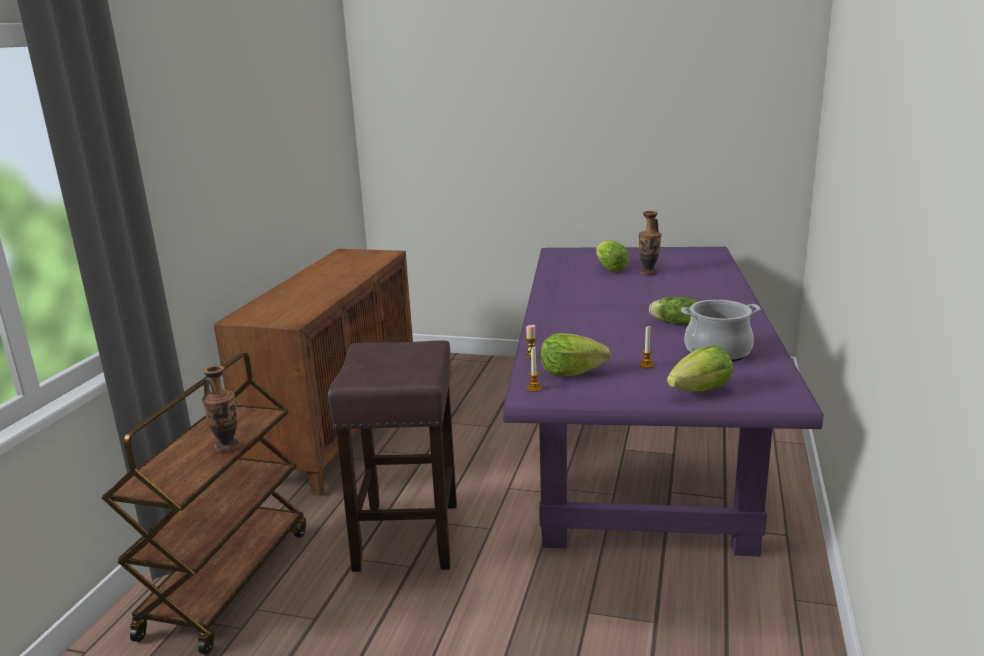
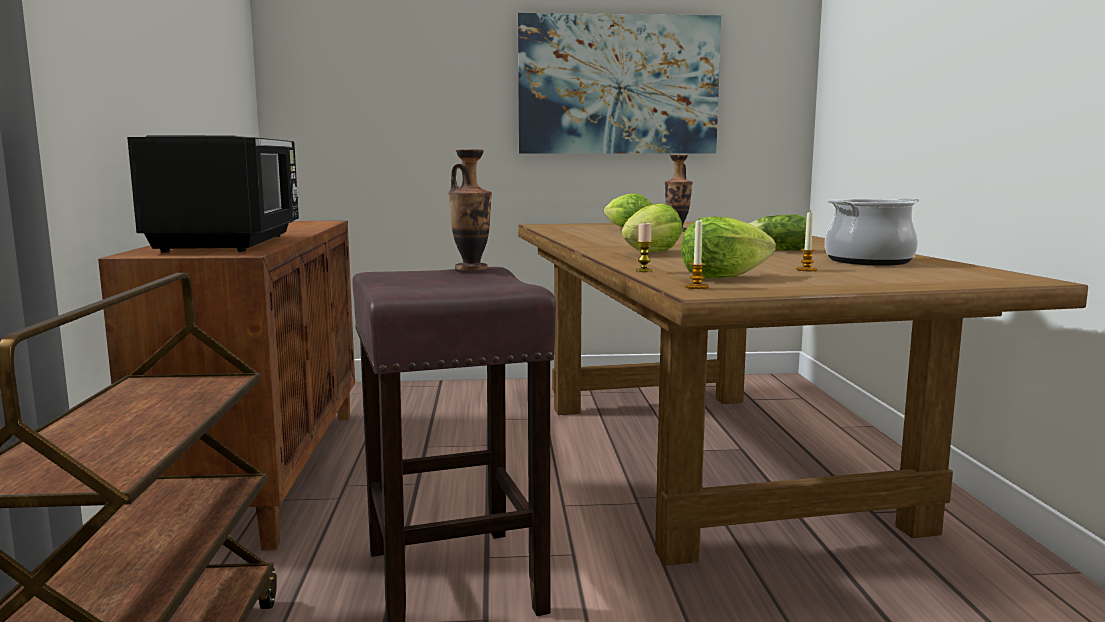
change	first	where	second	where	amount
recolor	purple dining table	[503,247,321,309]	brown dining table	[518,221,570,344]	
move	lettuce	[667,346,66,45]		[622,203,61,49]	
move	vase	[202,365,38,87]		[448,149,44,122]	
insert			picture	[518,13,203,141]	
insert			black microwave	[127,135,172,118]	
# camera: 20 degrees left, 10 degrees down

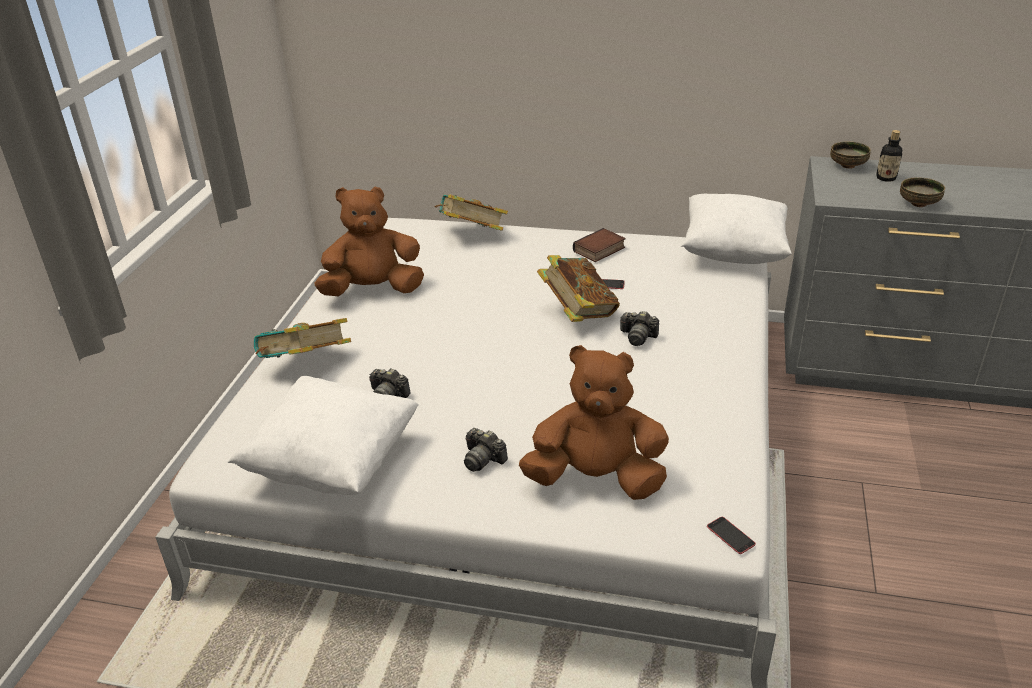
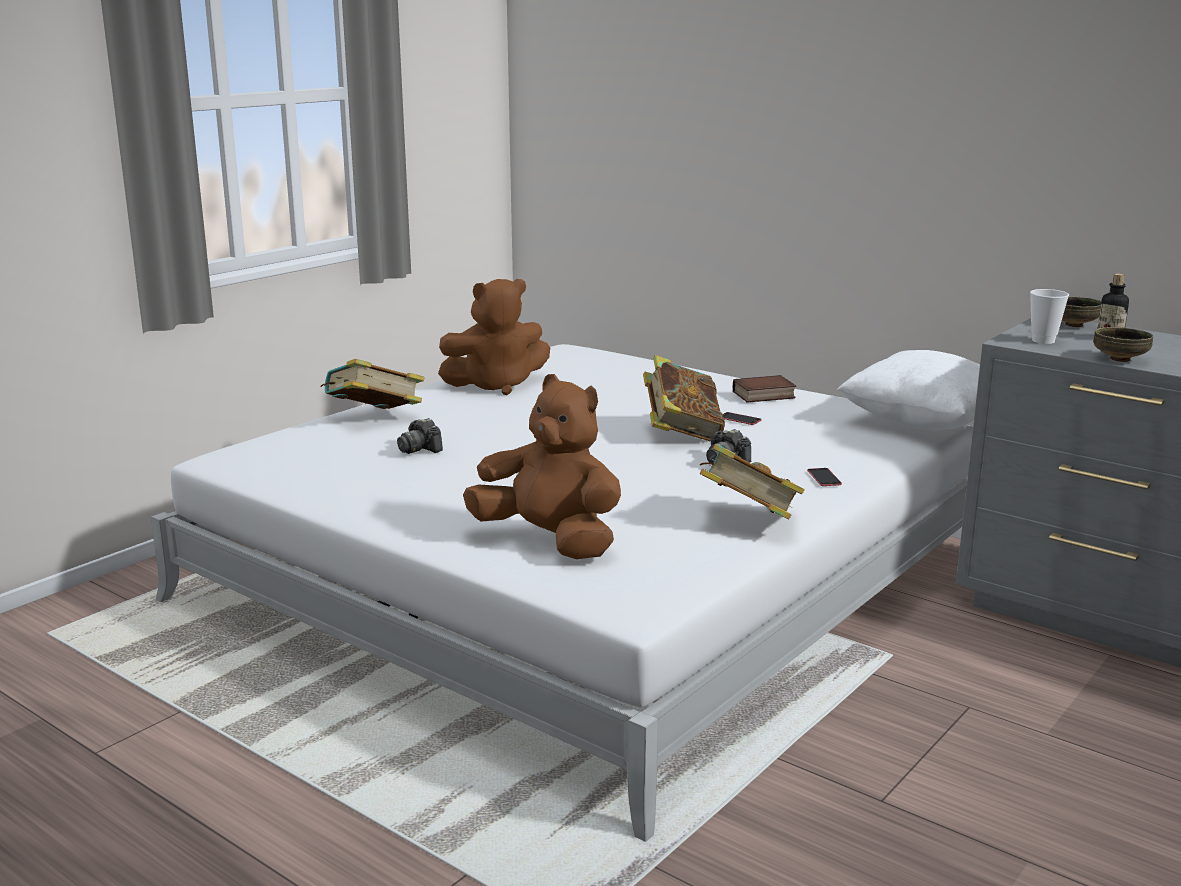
change	first	where	second	where	amount
rotate	brown plush toy	[315,186,109,110]		[438,279,112,116]	150 degrees clockwise
move	book	[435,194,73,37]		[700,444,105,76]	
delete	white pillow	[227,376,192,119]			
delete	photo camera	[464,428,44,44]			
move	phone	[707,517,49,37]		[807,468,35,18]	
insert			cup	[1030,289,39,55]	
# camera: 25 degrees right, 15 degrees down

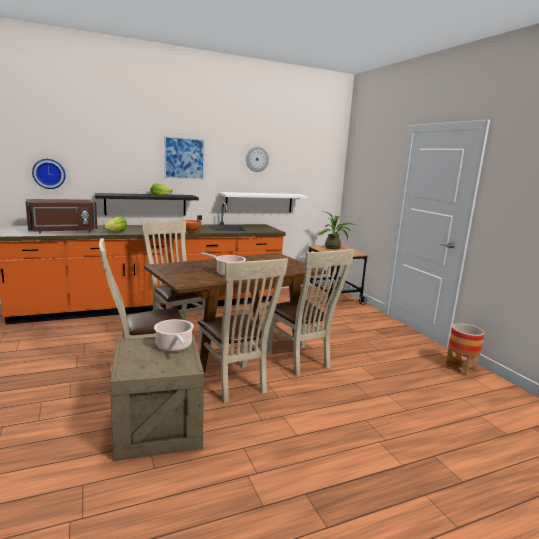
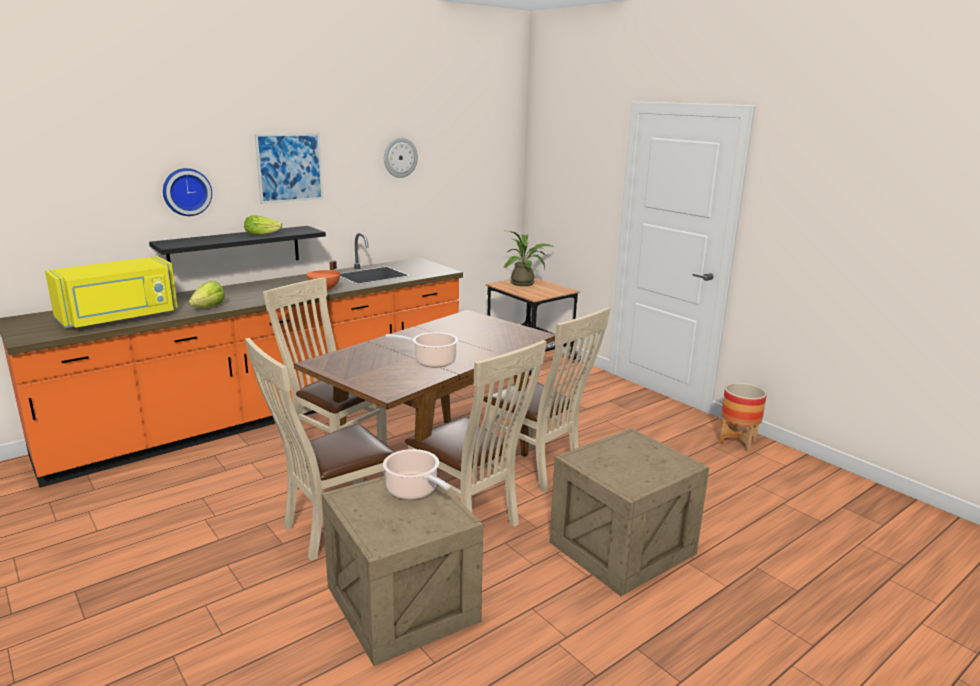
change	first	where	second	where	amount
move	wall clock	[32,159,33,30]		[163,168,49,48]	
delete	white shelf	[219,192,89,20]			
recolor	brown microwave	[26,199,72,34]	yellow microwave	[45,256,133,72]	
insert			crate	[550,428,159,168]	
# camera: 15 degrees left, 5 degrees up

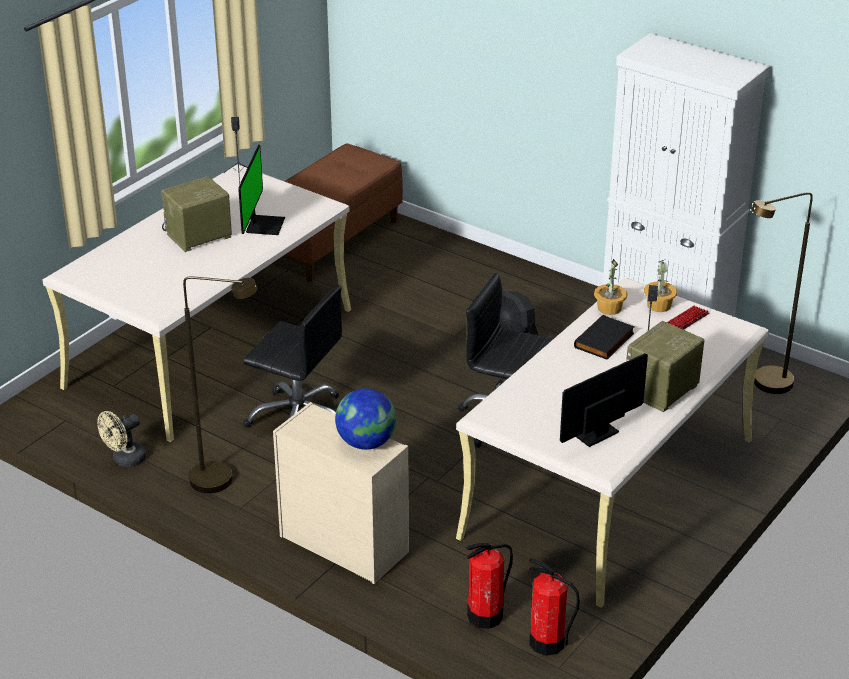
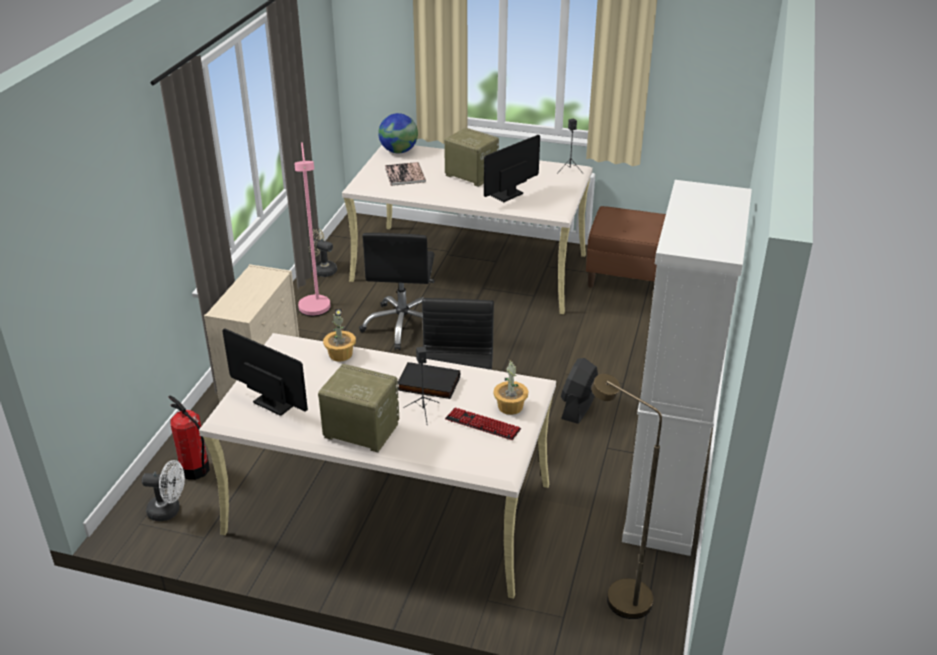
change	first	where	second	where	amount
rotate	monitor	[238,145,47,90]		[484,135,56,67]	150 degrees clockwise
move	potted plant	[594,259,33,56]		[323,309,33,53]	
recolor	brown floor lamp	[183,277,74,216]	pink floor lamp	[294,142,37,174]	
move	globe	[335,388,61,62]		[378,113,40,40]	
replace	fire extinguisher	[529,558,51,98]	white fan	[142,460,43,61]	
insert			book	[385,162,41,24]	
# camera: 70 degrees right, 0 degrees up

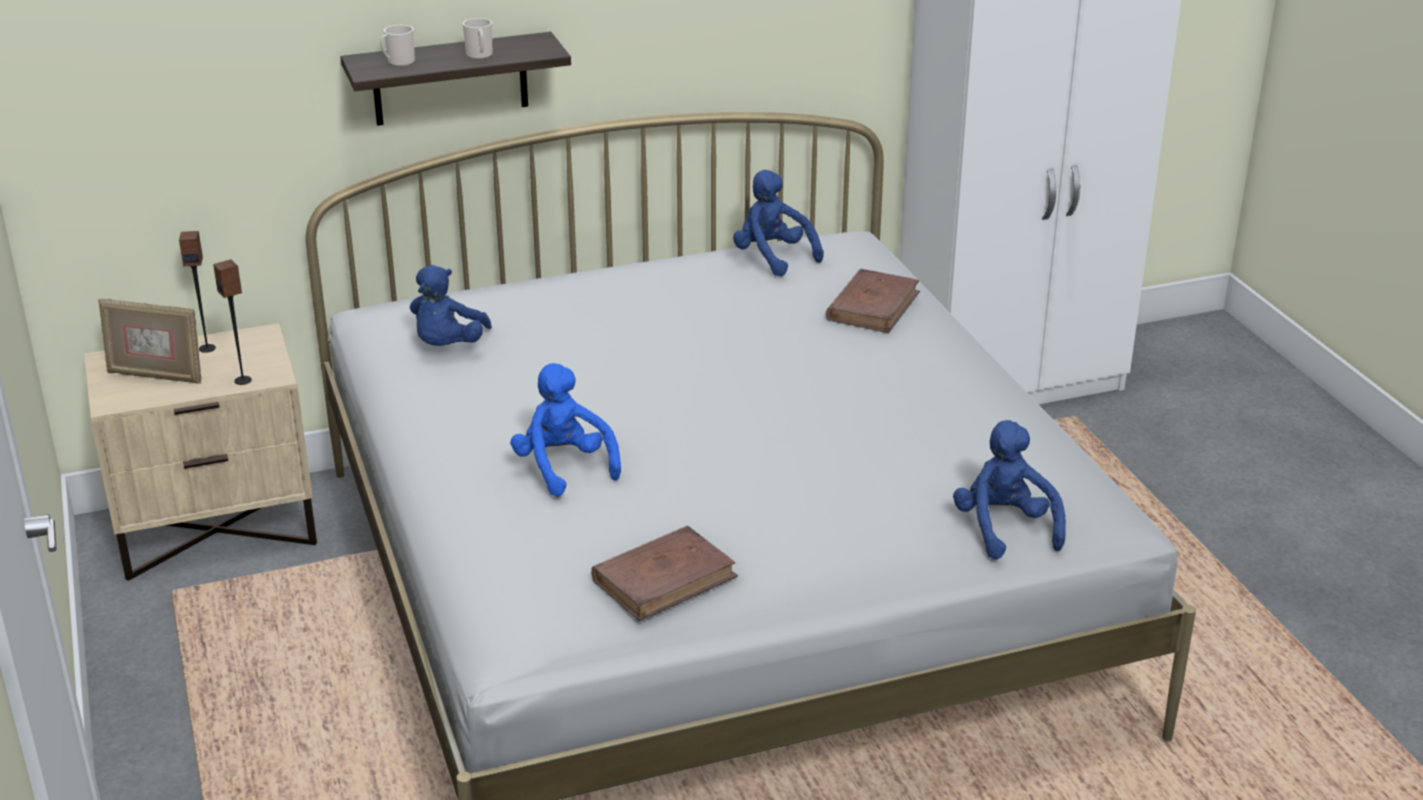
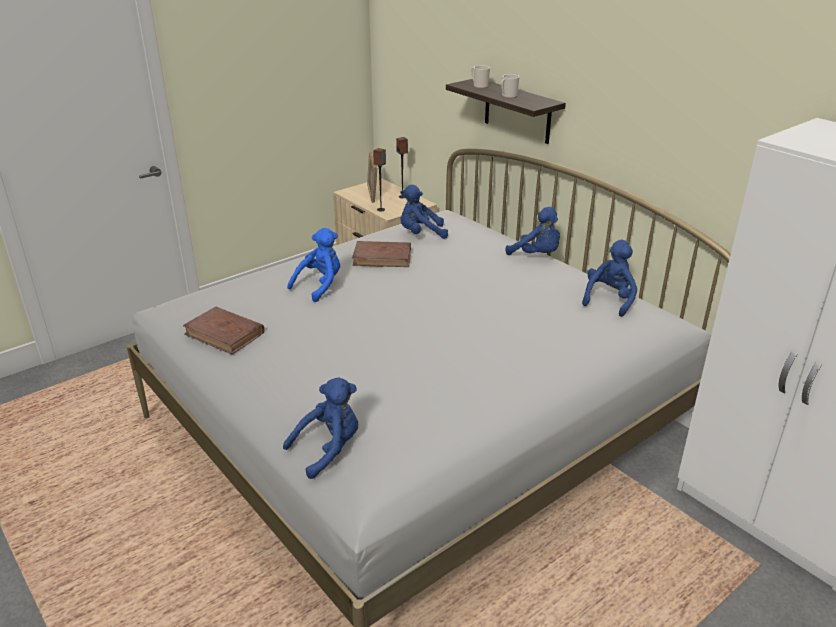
change	first	where	second	where	amount
move	brown book	[826,269,94,64]		[352,241,59,26]	
insert			blue plush toy	[506,207,54,48]	
# camera: 70 degrees right, 0 degrees up

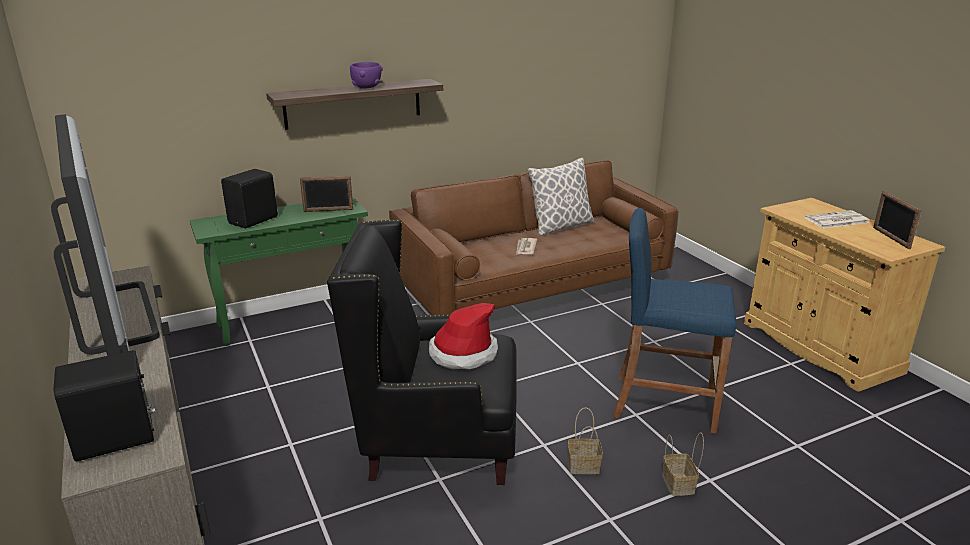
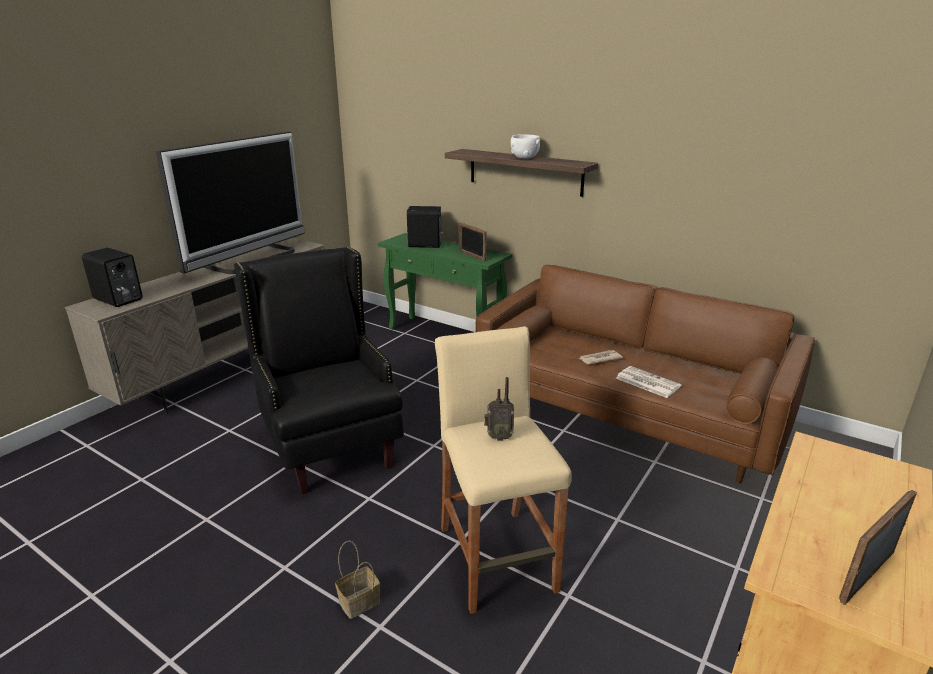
change	first	where	second	where	amount
recolor	purple bowl	[350,62,33,27]	white bowl	[511,134,29,24]	
delete	pillow	[527,158,67,78]			
recolor	blue stool	[613,208,123,225]	beige stool	[435,326,137,288]	
move	newspaper	[804,210,65,18]		[616,366,65,32]	
delete	hat	[429,303,69,67]			
delete	basket	[568,407,35,67]			
insert			radio	[484,377,30,64]	
# camera: 60 degrees right, 0 degrees up

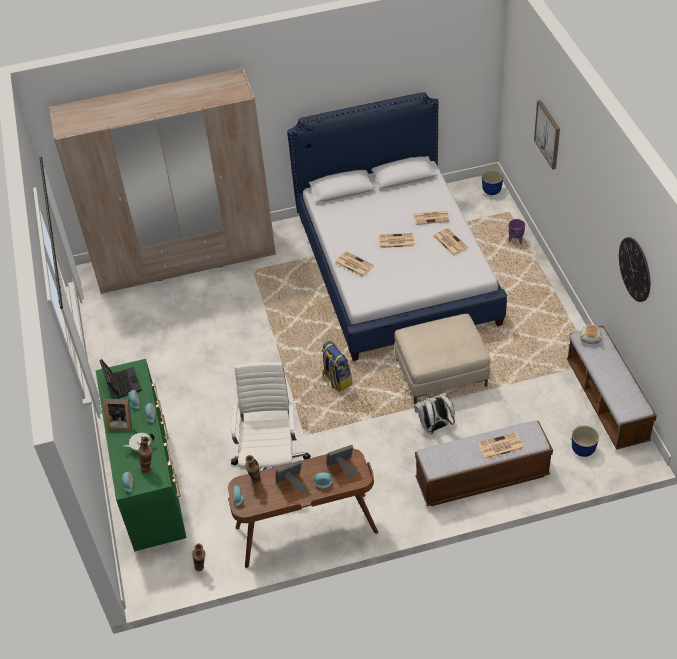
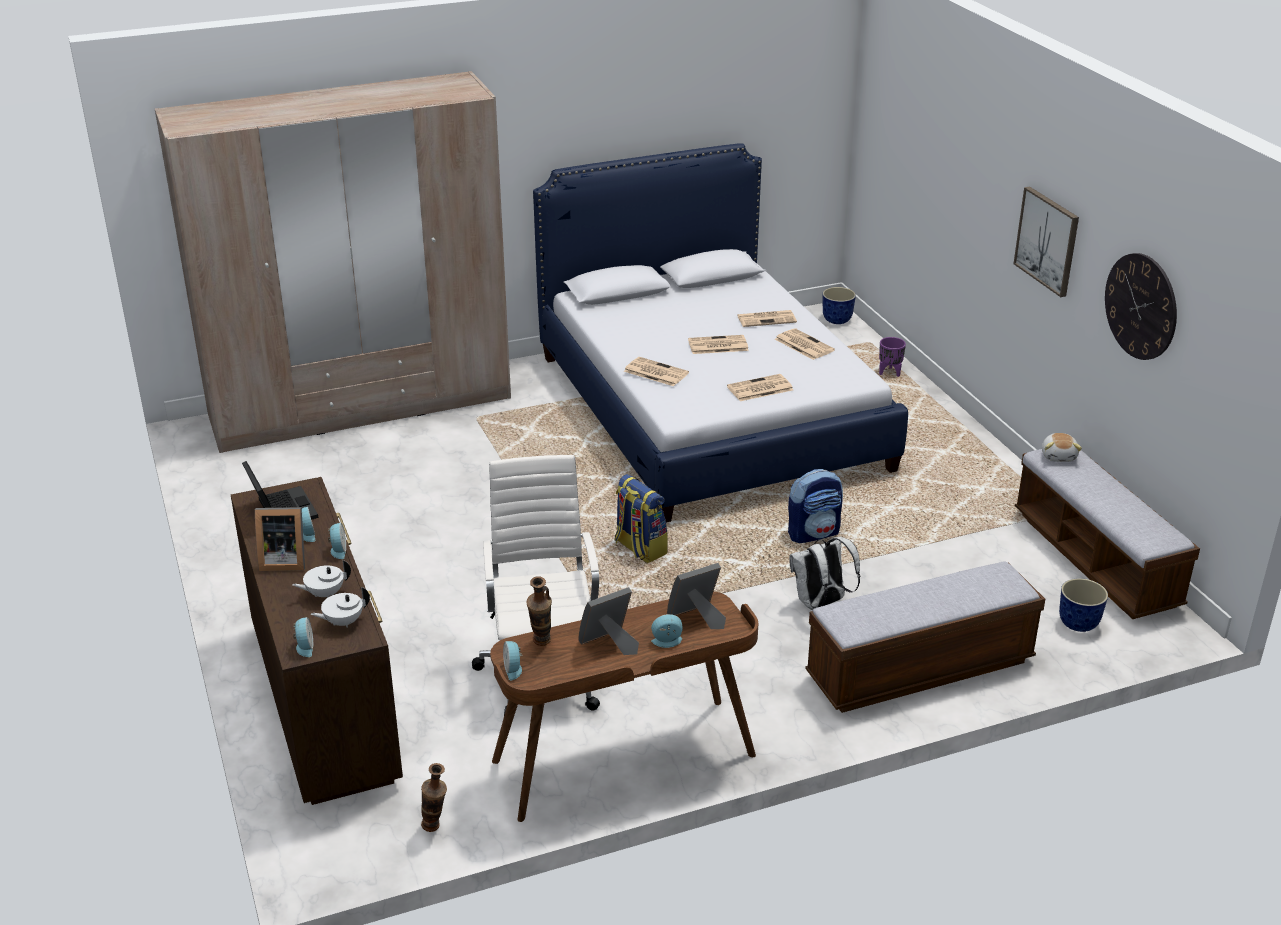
change	first	where	second	where	amount
move	picture	[534,100,26,70]		[1013,186,66,111]	
replace	beige ottoman	[394,314,96,90]	backpack	[788,469,55,74]	
recolor	green dresser	[96,359,91,192]	brown dresser	[231,477,172,328]	
move	newspaper	[478,432,46,28]		[727,374,66,27]	
replace	vase	[138,437,14,36]	white teapot	[311,587,59,40]	
# camera: 10 degrees left, 15 degrees down

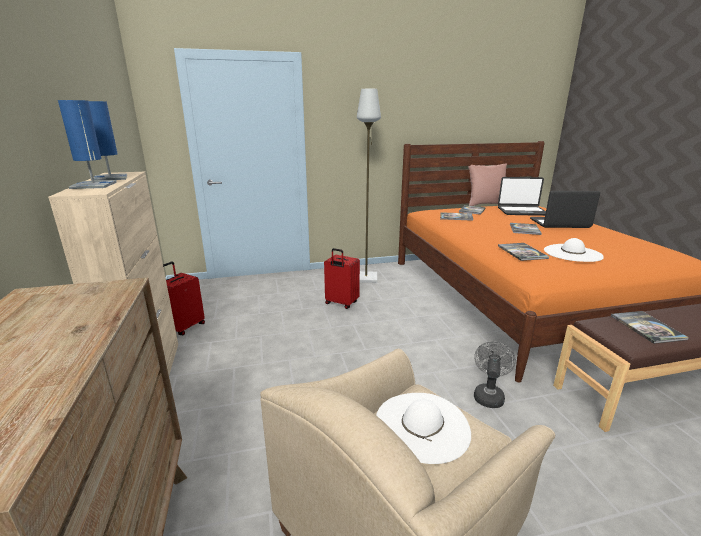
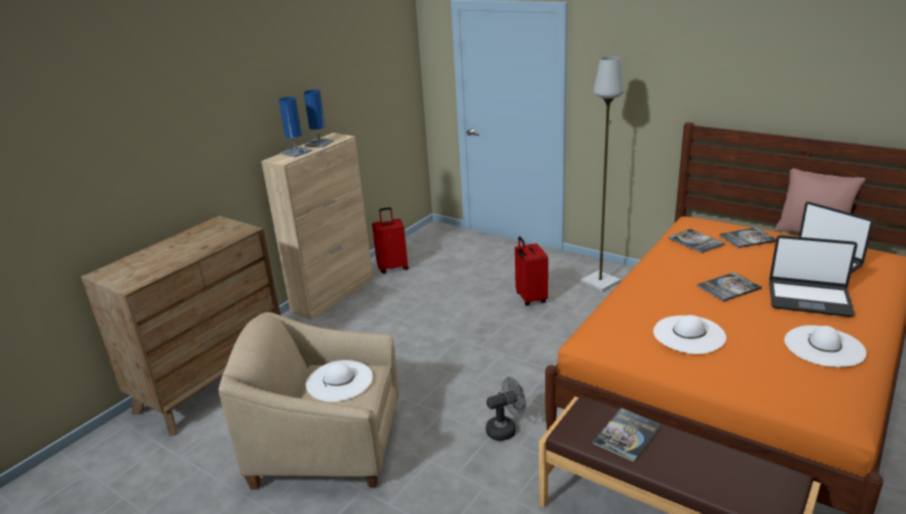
change	first	where	second	where	amount
rotate	laptop	[530,191,70,37]		[769,235,88,82]	150 degrees clockwise
delete	book	[498,243,51,18]			
insert			white hat	[784,325,83,42]	
# camera: 50 degrees right, 5 degrees up

